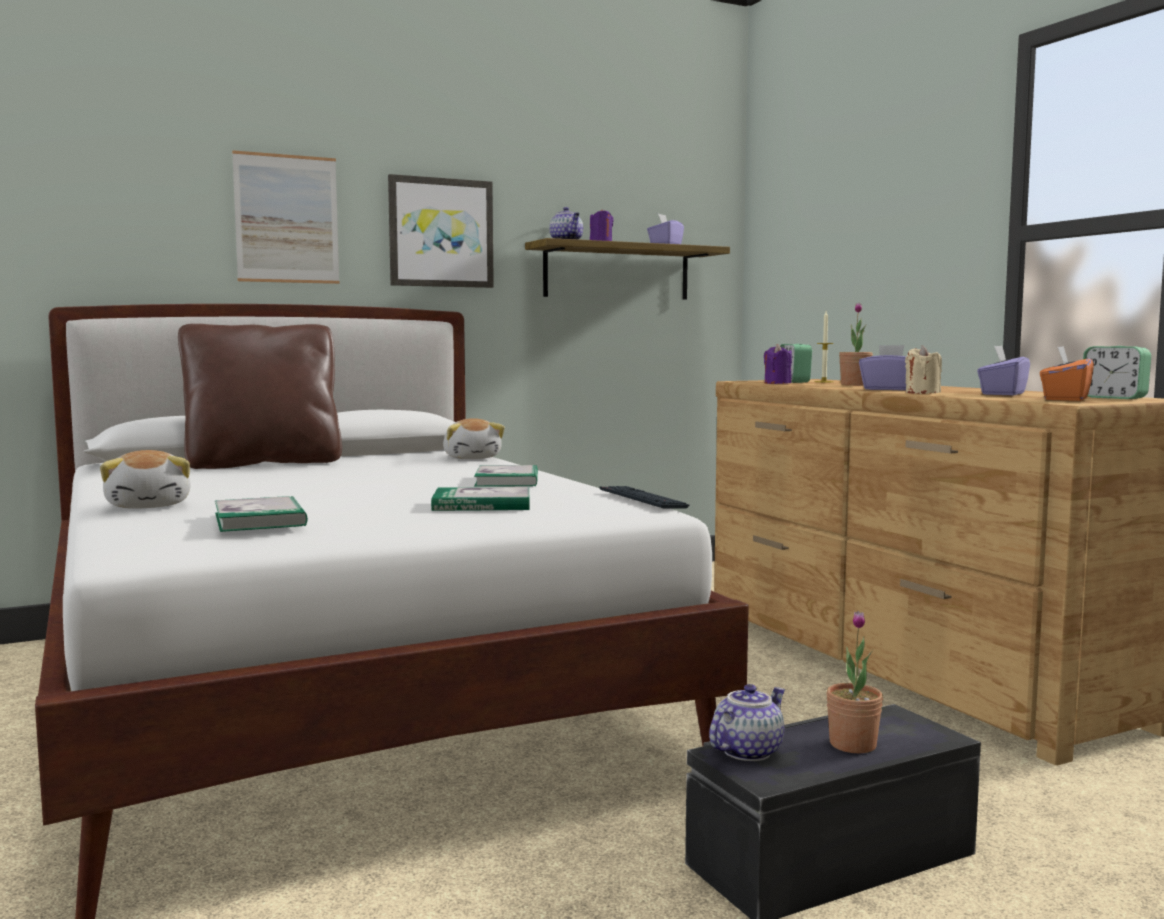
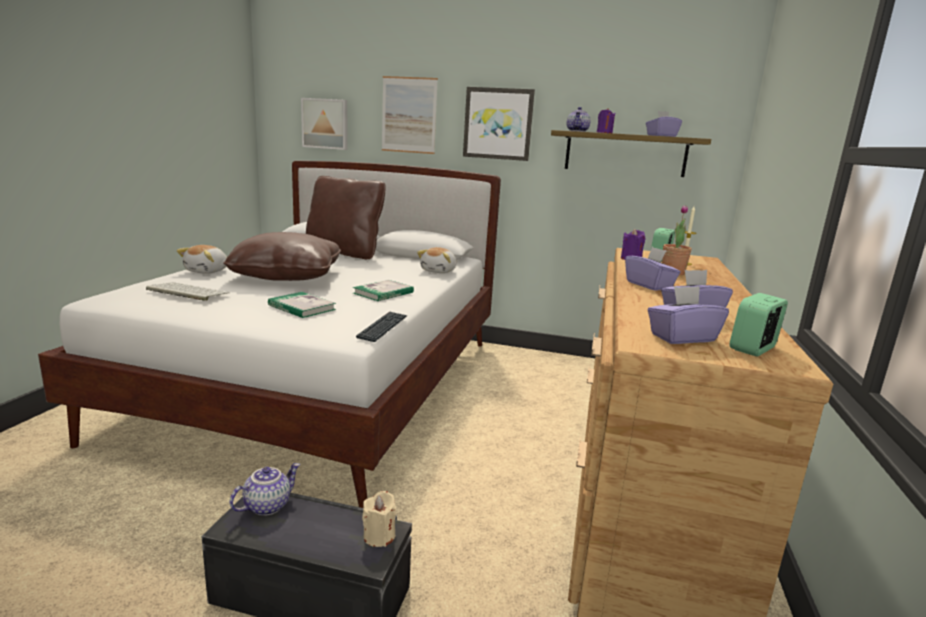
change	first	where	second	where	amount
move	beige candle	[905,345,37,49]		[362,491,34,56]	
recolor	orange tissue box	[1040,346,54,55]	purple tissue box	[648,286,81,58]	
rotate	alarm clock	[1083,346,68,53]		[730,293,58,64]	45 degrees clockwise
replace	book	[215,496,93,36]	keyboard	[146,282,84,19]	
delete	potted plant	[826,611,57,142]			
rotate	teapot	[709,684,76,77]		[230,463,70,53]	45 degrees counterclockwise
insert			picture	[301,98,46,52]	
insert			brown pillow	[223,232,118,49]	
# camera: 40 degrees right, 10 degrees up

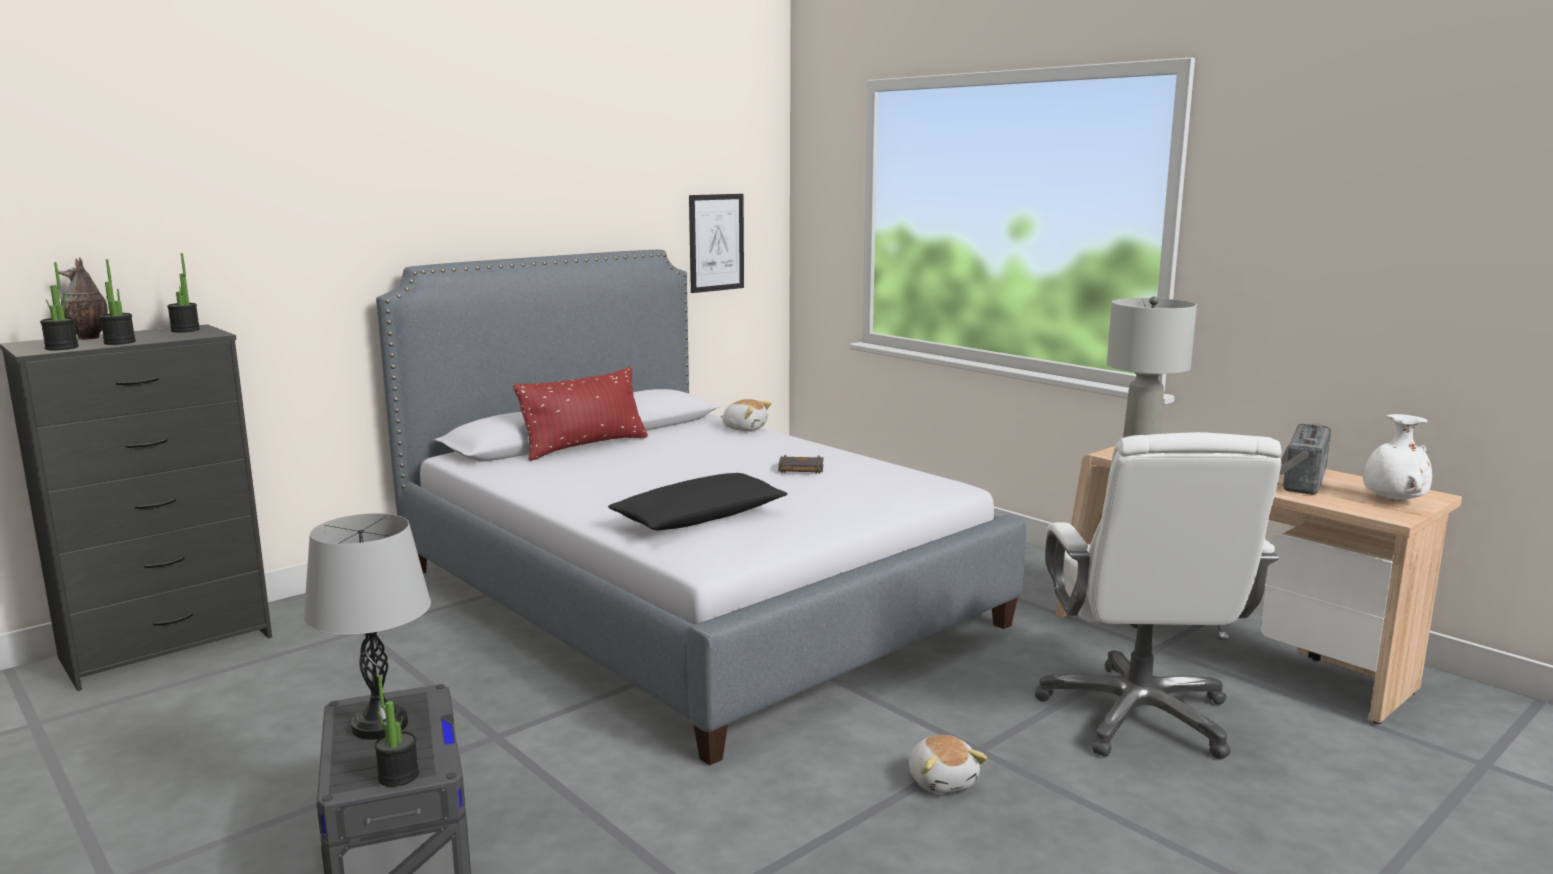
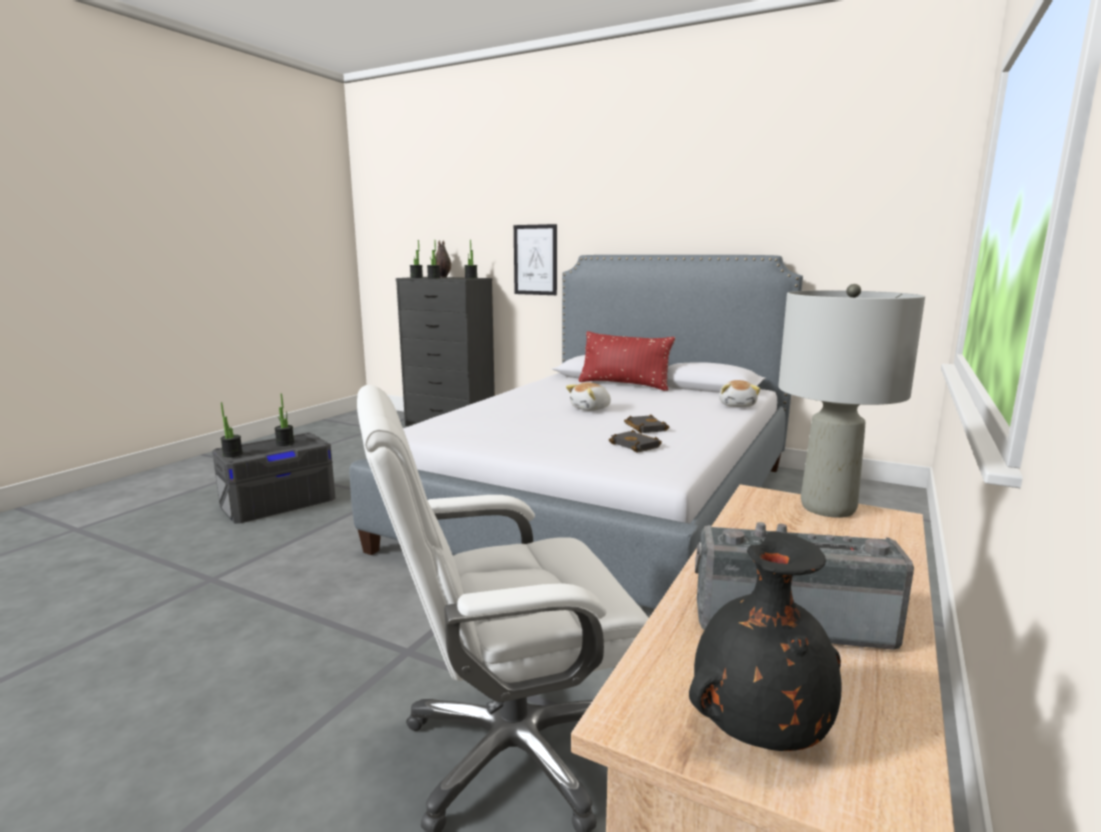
change	first	where	second	where	amount
move	picture	[689,194,55,99]		[514,224,43,71]	
recolor	white vase	[1363,414,69,87]	black vase	[689,531,153,220]	
delete	black pillow	[608,473,180,57]			
replace	grey table lamp	[304,513,127,227]	potted plant	[274,393,20,53]	
move	plush toy	[909,735,78,58]		[566,382,45,29]	
insert			black book	[609,430,53,22]	
# camera: 70 degrees right, 0 degrees up

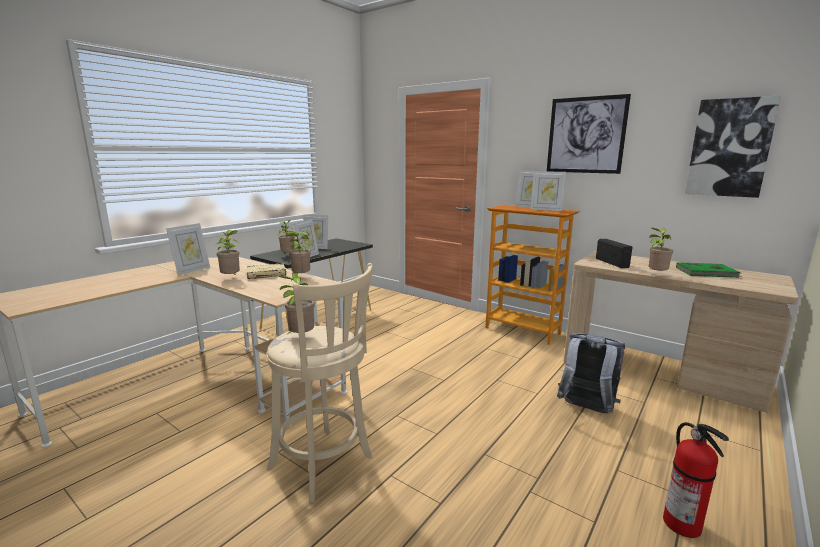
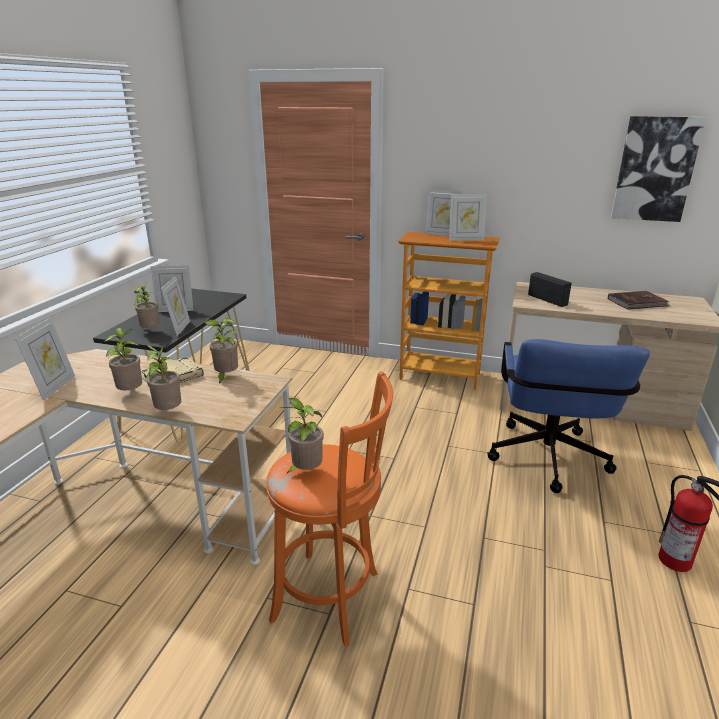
change	first	where	second	where	amount
delete	picture	[547,94,84,80]			
move	potted plant	[649,228,24,43]		[145,344,36,66]	
recolor	green book	[676,262,66,16]	brown book	[608,291,62,19]	
recolor	beige stool	[266,263,107,240]	orange stool	[266,371,127,275]	
replace	grey backpack	[557,333,68,80]	blue office chair	[487,339,163,154]	
# camera: 20 degrees left, 10 degrees up

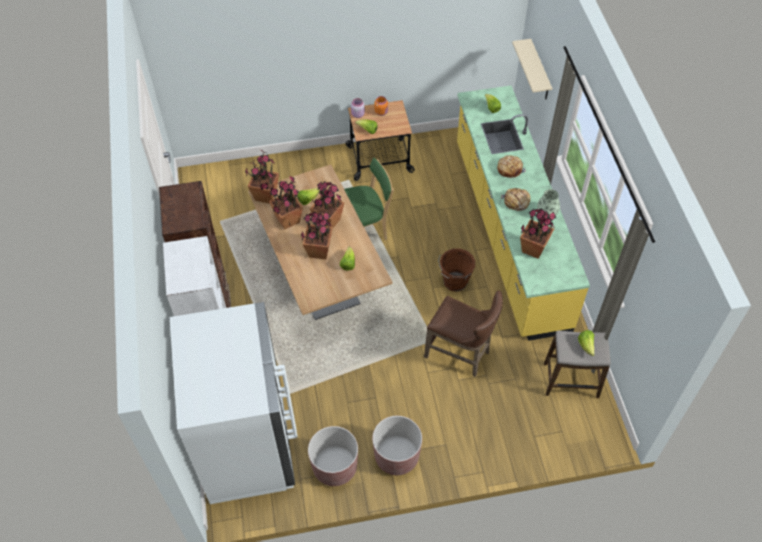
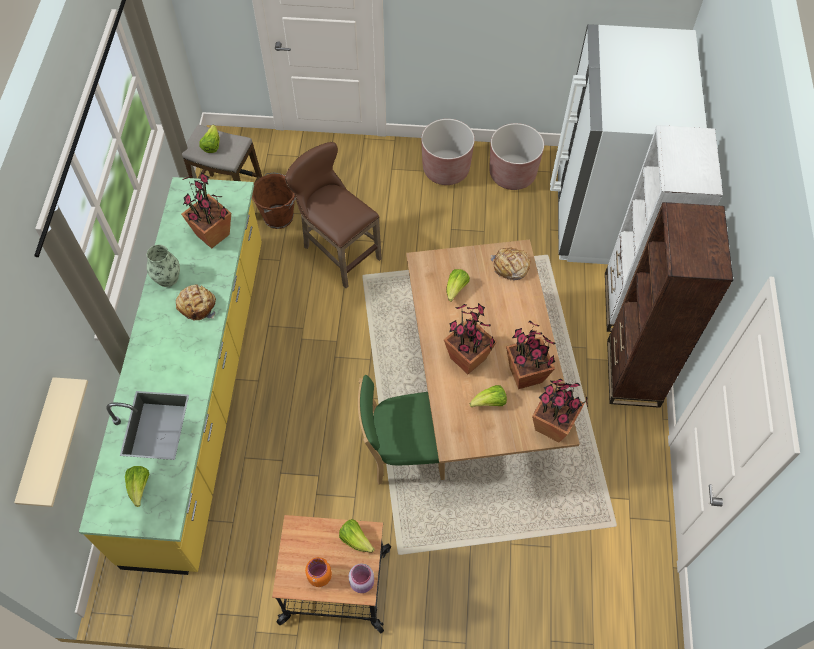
change	first	where	second	where	amount
move	bread	[497,155,29,23]		[491,247,39,34]	
delete	potted plant	[301,212,32,47]			
move	brown bucket	[438,248,37,44]		[252,173,44,56]	
# camera: 165 degrees left, 5 degrees up

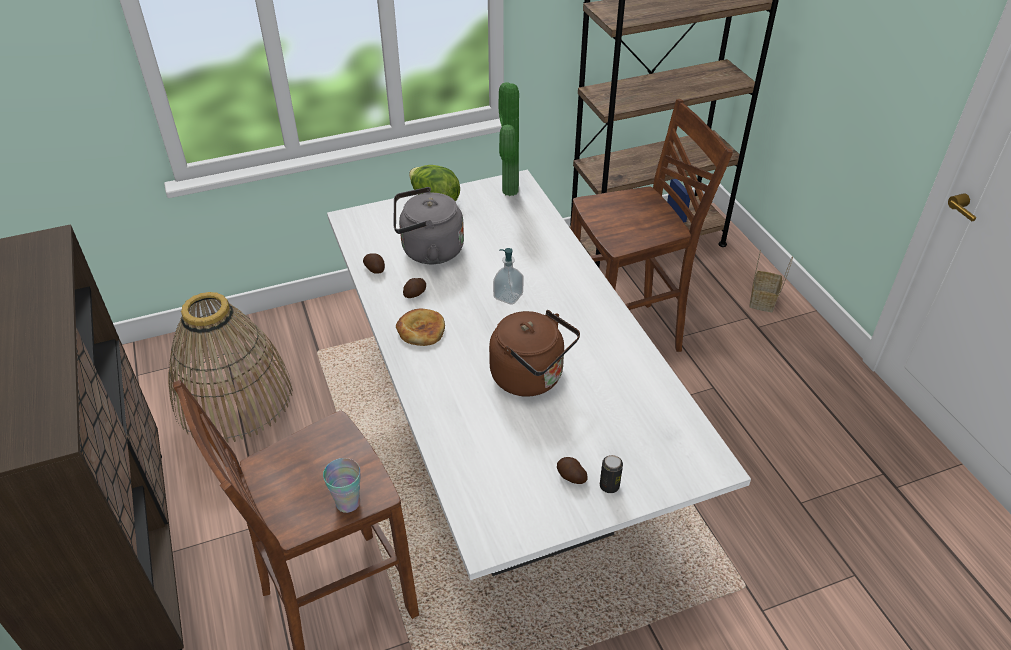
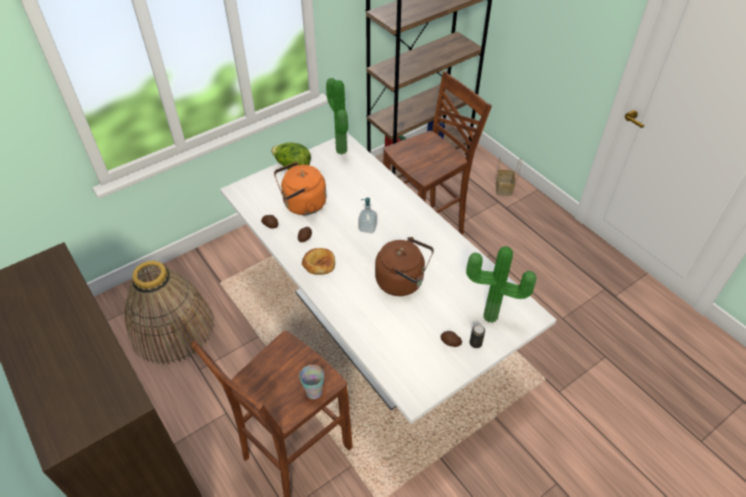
change	first	where	second	where	amount
recolor	grey kettle	[394,187,70,77]	orange kettle	[274,162,53,53]	
insert			potted plant	[466,246,71,77]	
# camera: 15 degrees left, 5 degrees up

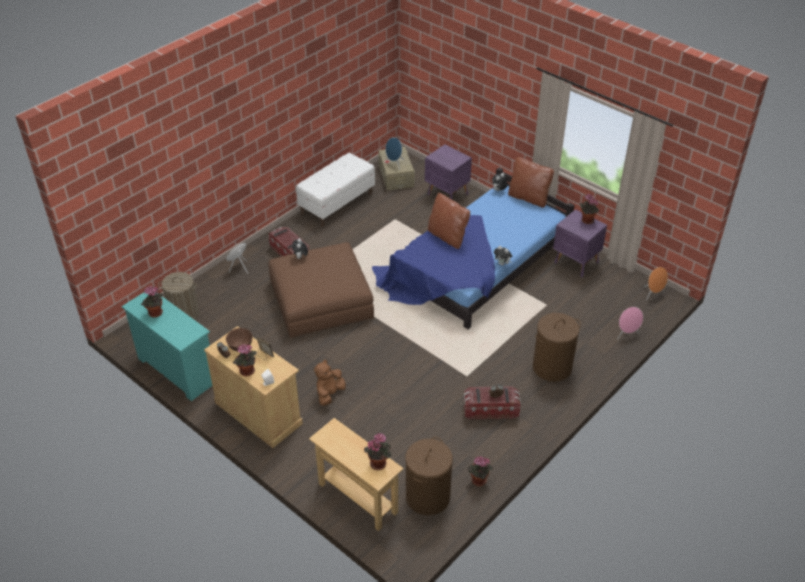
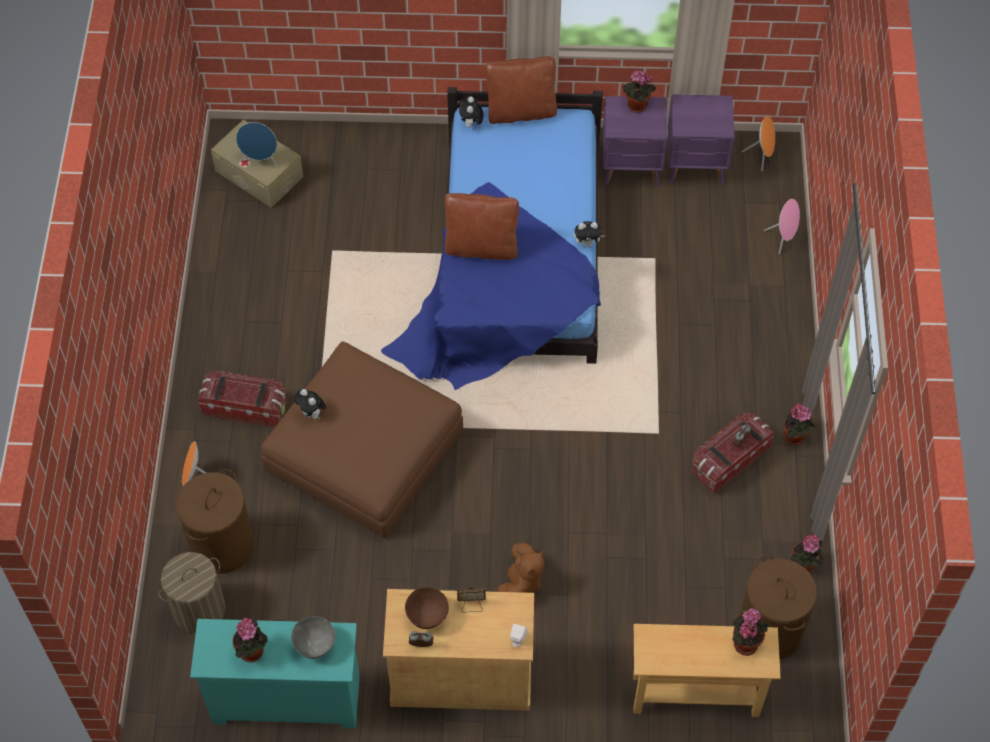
change	first	where	second	where	amount
move	purple nightstand	[425,144,47,55]		[668,94,67,91]	
delete	white bench	[296,152,79,75]			
move	brown laundry basket	[533,313,48,69]		[176,469,78,105]	
move	potted plant	[233,344,24,32]		[783,404,33,41]	
rotate	brown plush toy	[314,360,32,46]		[497,543,47,50]	150 degrees counterclockwise
insert			grey bowl	[291,616,45,43]	
# camera: 40 degrees left, 15 degrees up

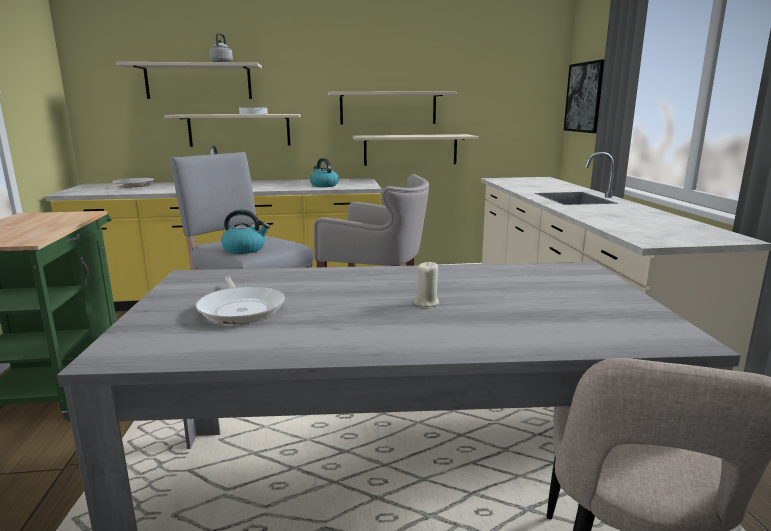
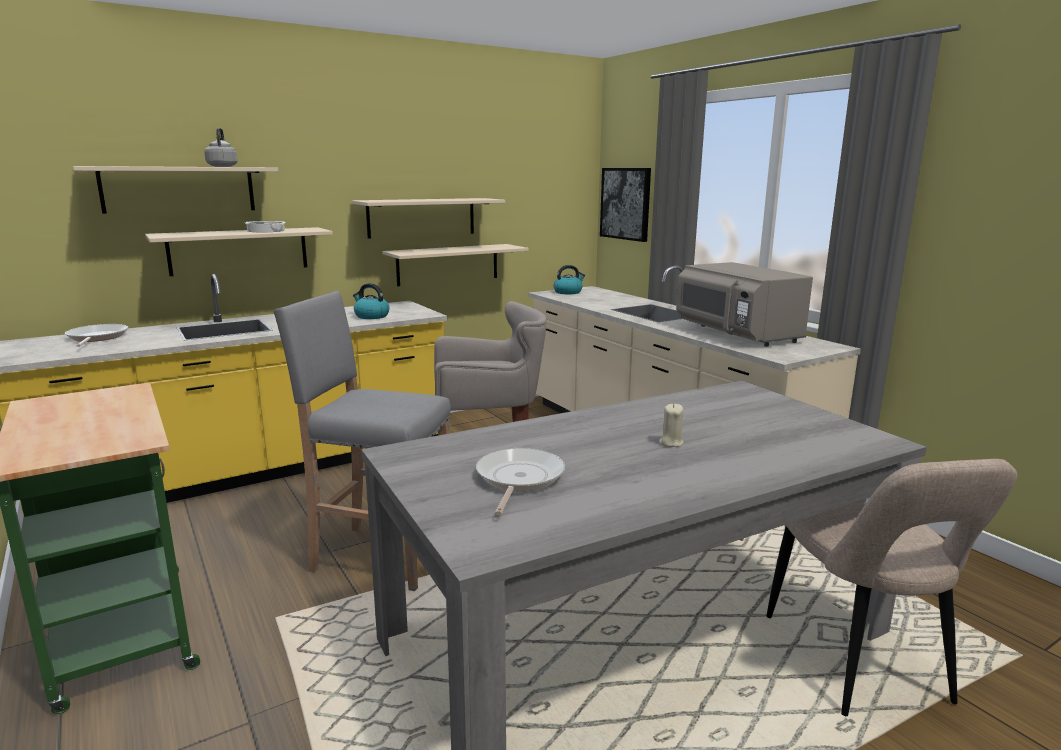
change	first	where	second	where	amount
move	kettle	[221,209,49,45]		[554,265,31,29]	
rotate	frying pan	[196,276,89,48]		[476,448,89,67]	120 degrees counterclockwise
insert			grey microwave	[676,262,137,85]	
# camera: 25 degrees left, 0 degrees up

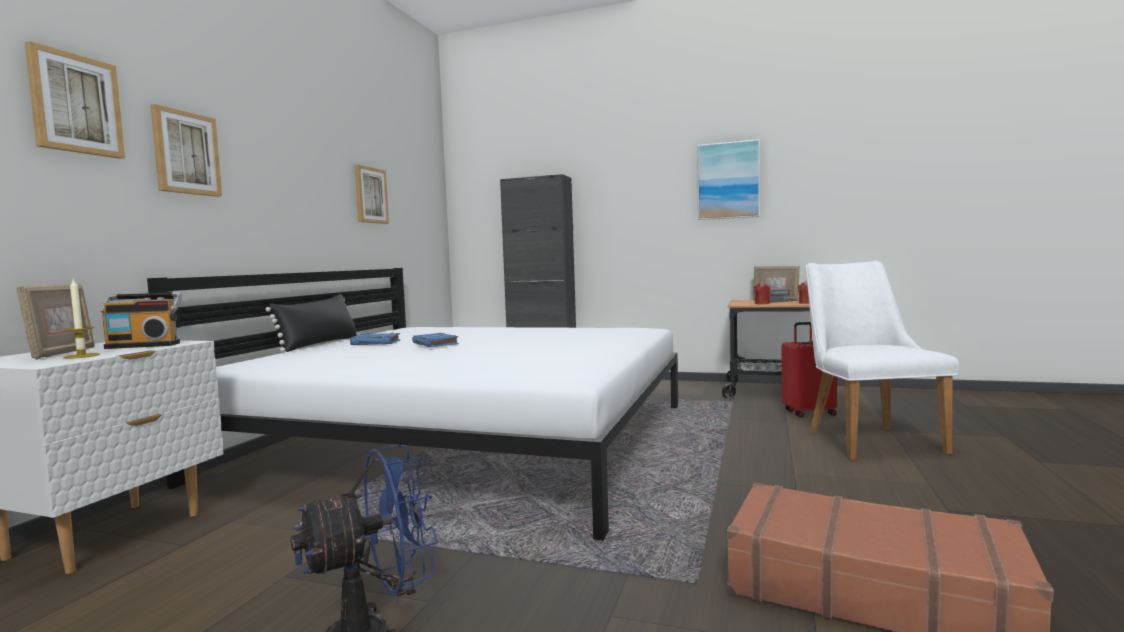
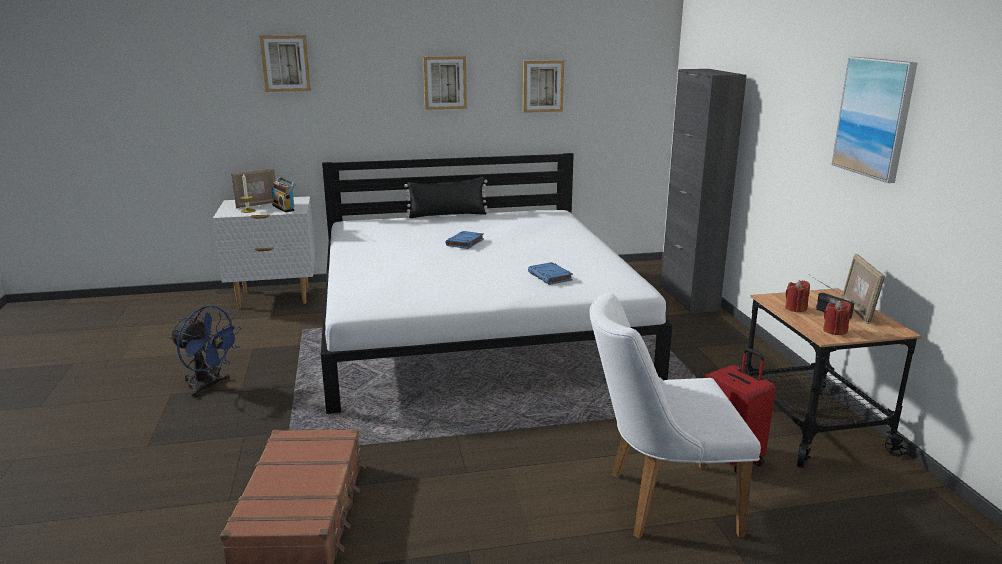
change	first	where	second	where	amount
move	picture	[150,104,72,93]		[423,56,44,54]	
rotate	white chair	[806,261,153,199]		[590,293,171,246]	150 degrees counterclockwise
move	blue book	[350,333,50,12]		[528,262,45,23]	
# camera: 60 degrees right, 15 degrees up

